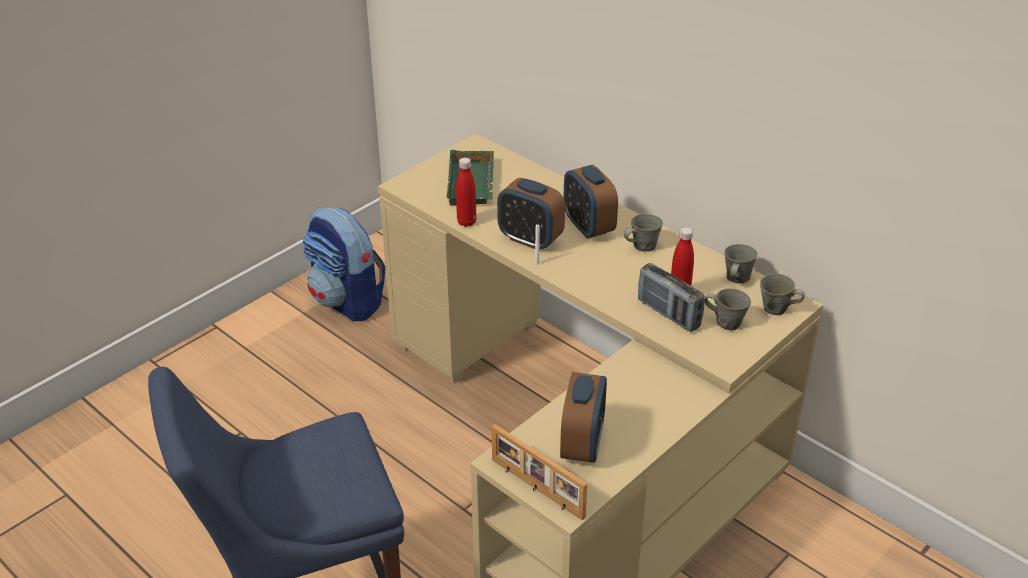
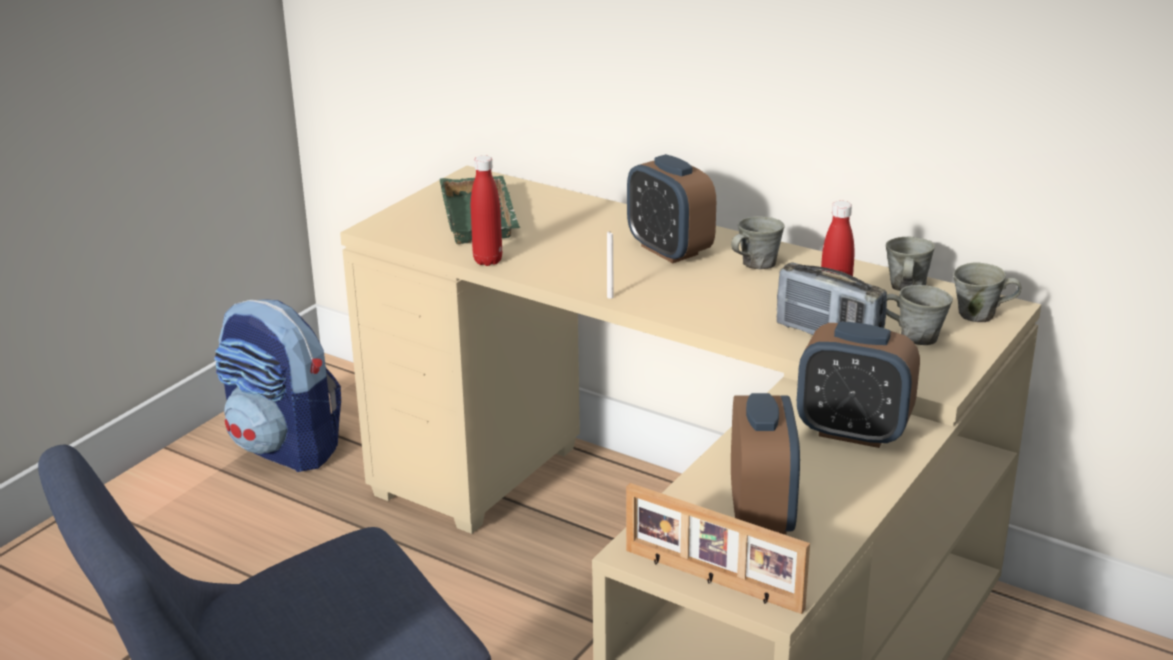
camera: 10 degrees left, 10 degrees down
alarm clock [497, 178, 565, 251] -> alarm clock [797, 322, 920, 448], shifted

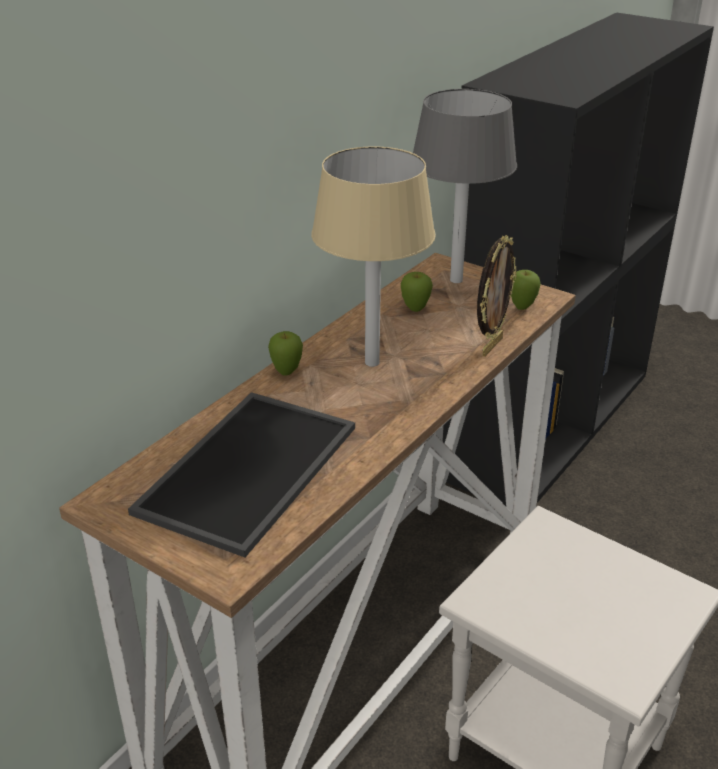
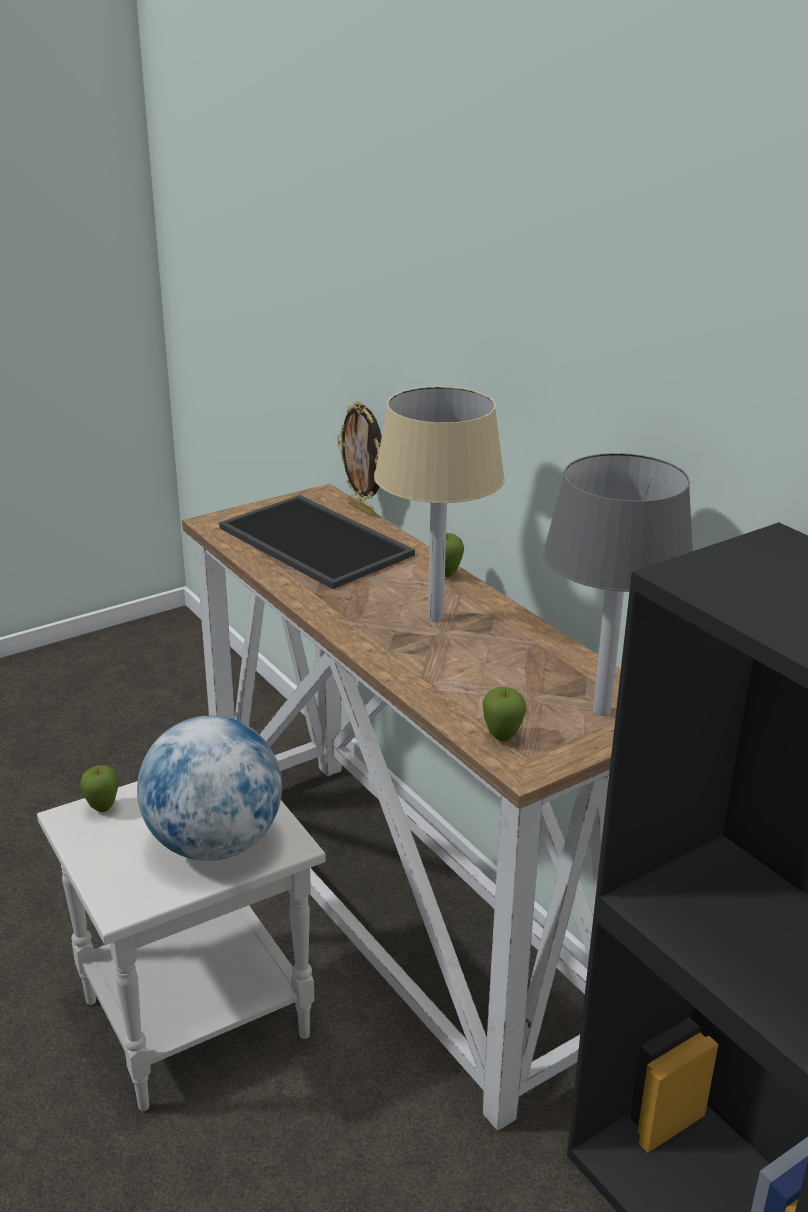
camera: 110 degrees right, 5 degrees down
none -> globe [137, 716, 282, 861]
apple [401, 272, 433, 312] -> apple [80, 765, 118, 812], shifted
picture frame [477, 235, 517, 357] -> picture frame [337, 401, 382, 516], shifted

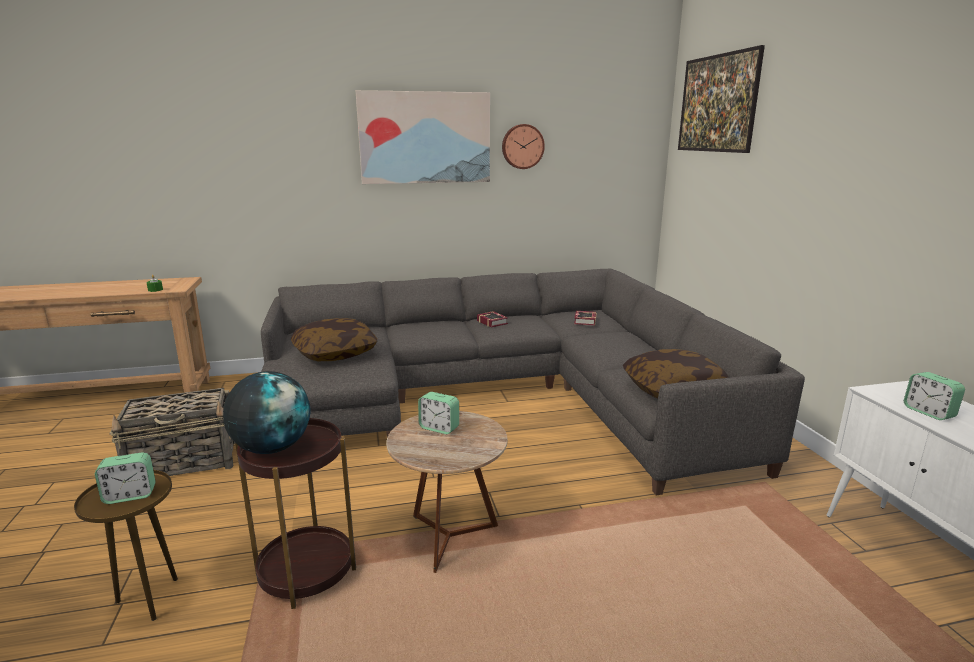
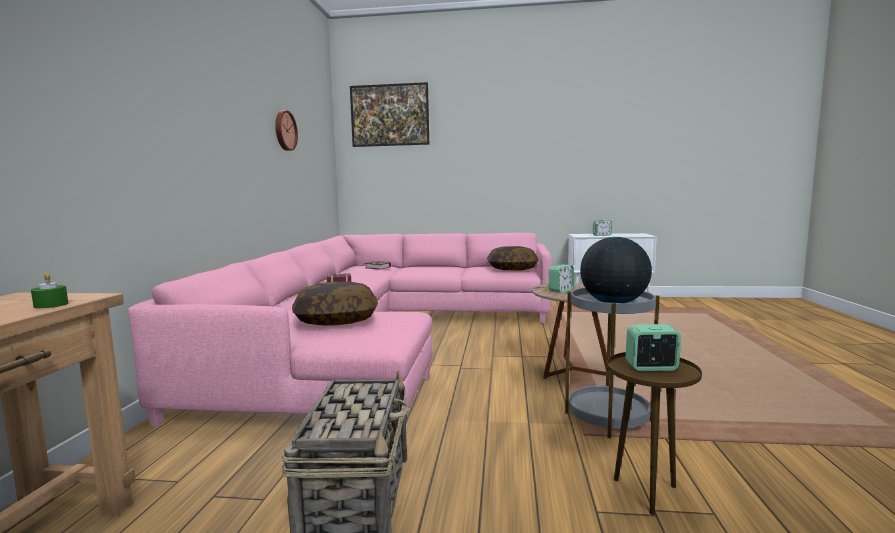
camera: 70 degrees left, 10 degrees down
picture [356, 90, 490, 184] -> none
side table (brown) [235, 418, 356, 609] -> side table (grey) [565, 288, 660, 438]
sofa (grey) [261, 269, 805, 495] -> sofa (pink) [128, 233, 552, 427]
alarm clock [95, 452, 156, 504] -> alarm clock [625, 324, 681, 371], 90 degrees counterclockwise

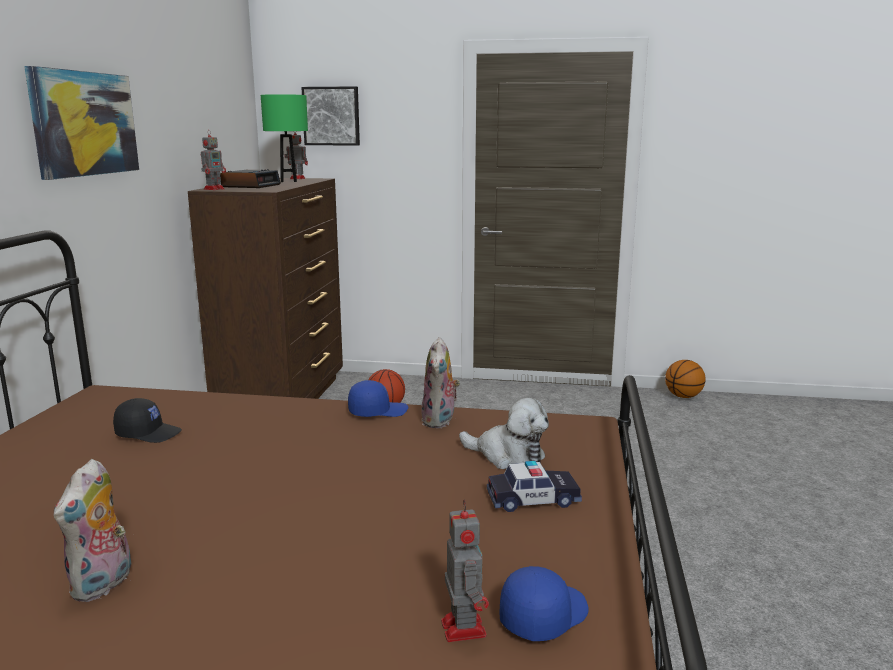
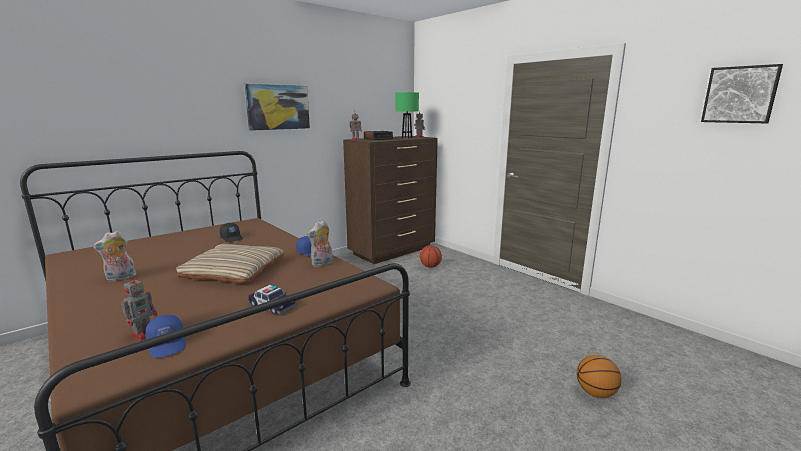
camera: 40 degrees right, 0 degrees up
plush toy [459, 398, 549, 469] -> none
none -> pillow (beige) [176, 244, 285, 283]
picture [301, 86, 360, 145] -> picture [701, 64, 783, 123], shifted
basketball [665, 360, 706, 398] -> basketball [577, 355, 621, 398], shifted
cap (blue) [499, 566, 588, 641] -> cap (blue) [145, 315, 186, 358], 60 degrees clockwise

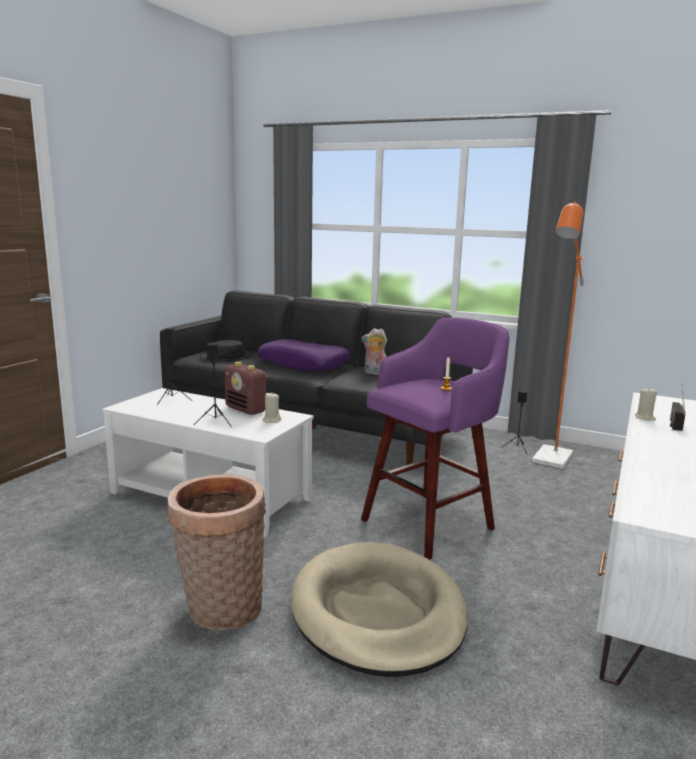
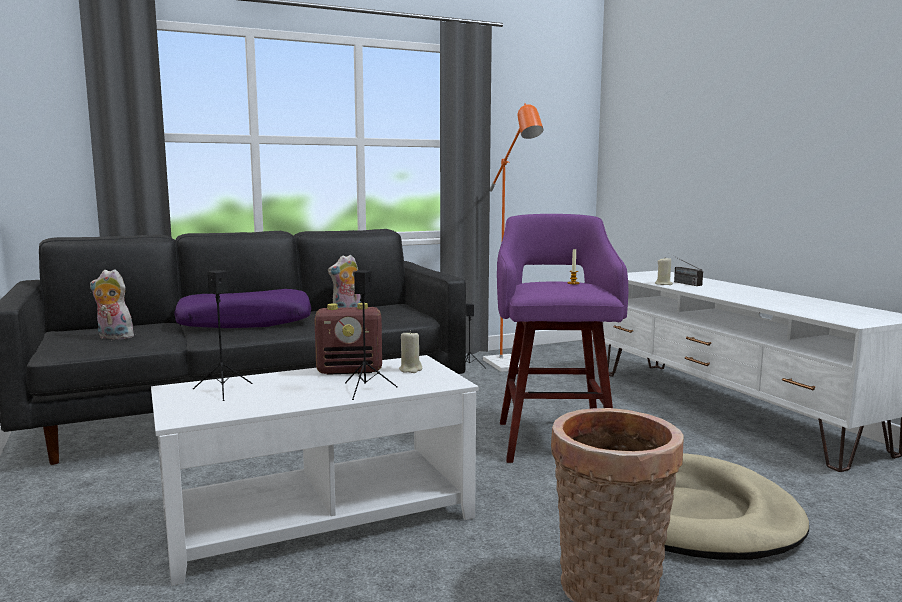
camera: 50 degrees left, 5 degrees down
hat (black) [200, 340, 254, 361] -> plush toy [90, 269, 136, 339]

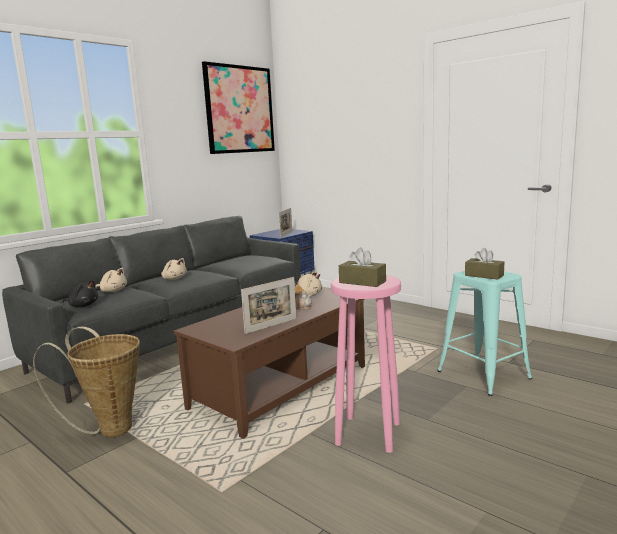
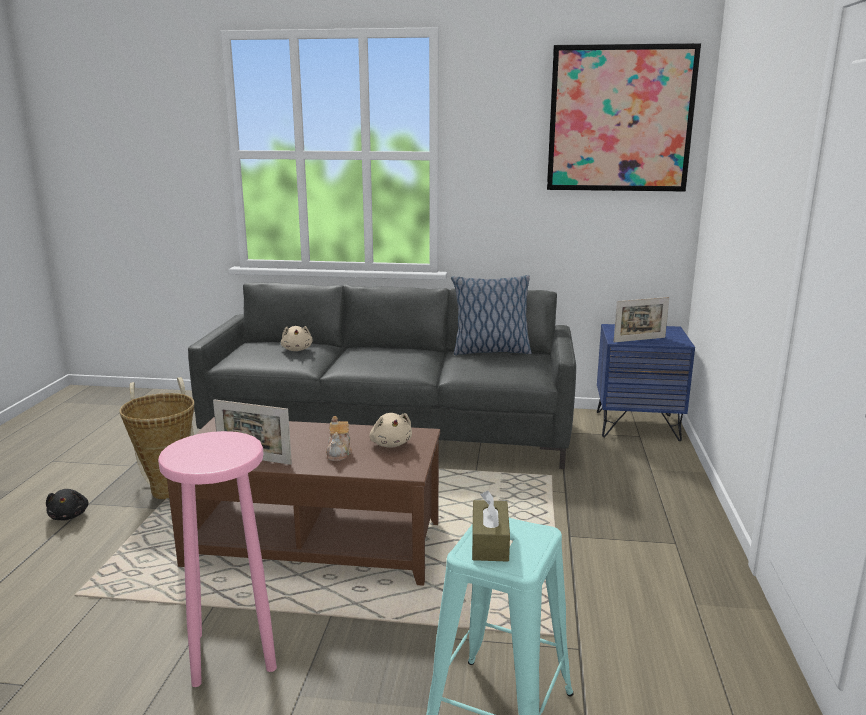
camera: 55 degrees right, 5 degrees up
plush toy (beige) [161, 258, 187, 280] -> none
tissue box (brown) [339, 247, 386, 287] -> none
none -> pillow [451, 275, 532, 355]
plush toy (black) [62, 280, 98, 307] -> plush toy (black) [46, 489, 89, 520], shifted

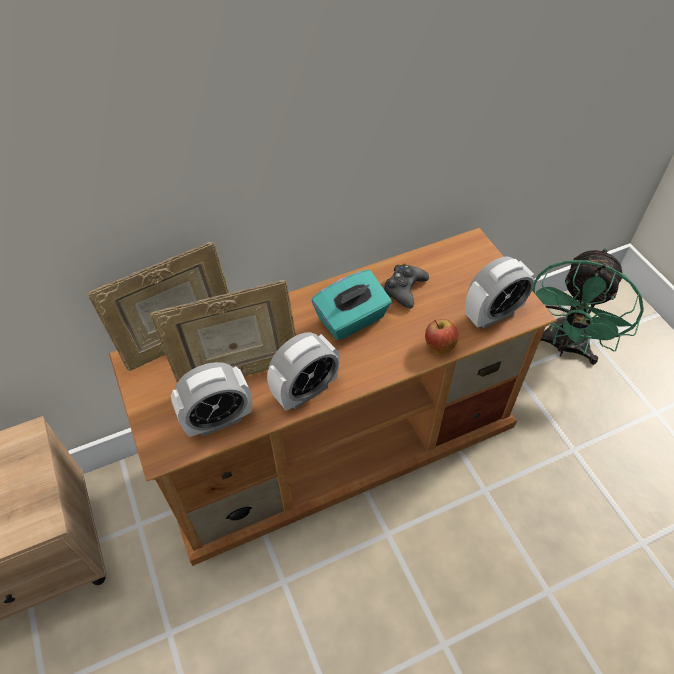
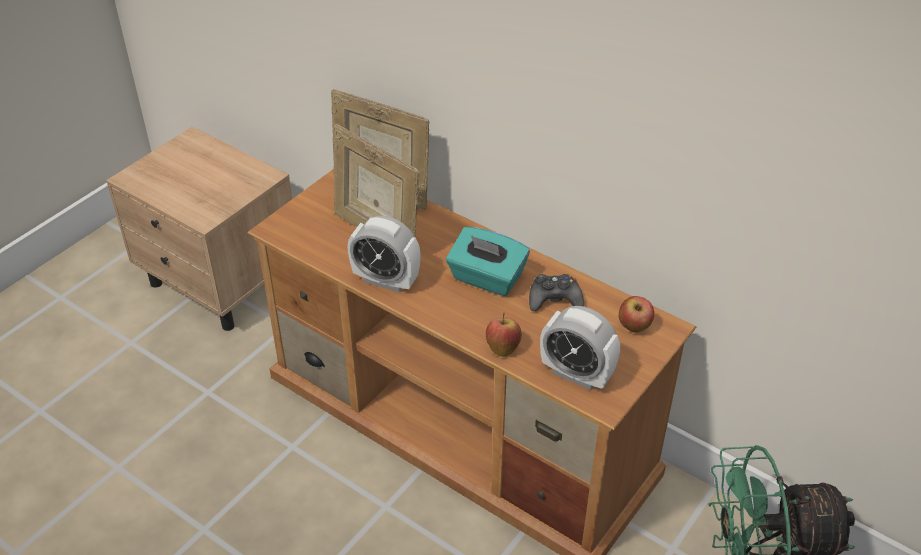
camera: 60 degrees right, 10 degrees down
alarm clock [171, 362, 252, 437] -> none
none -> apple [619, 296, 654, 333]

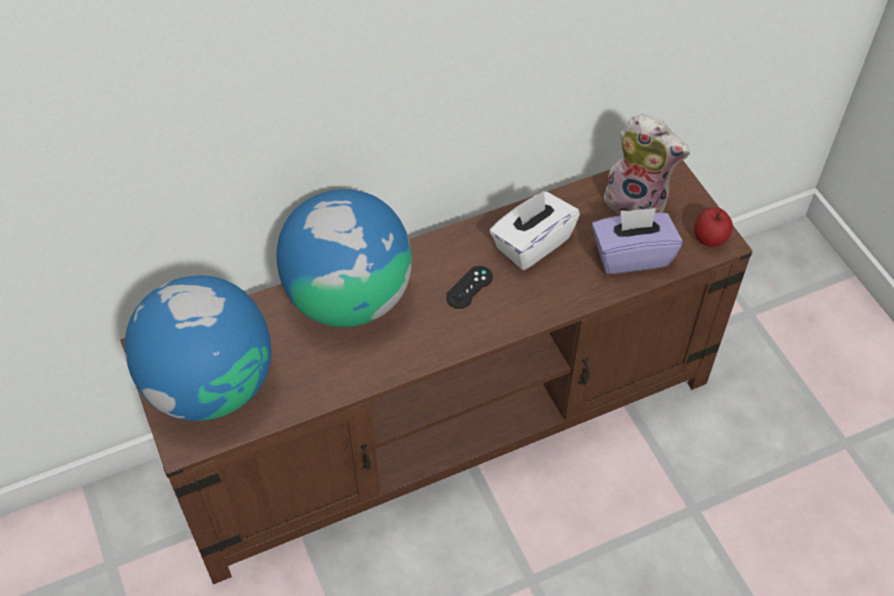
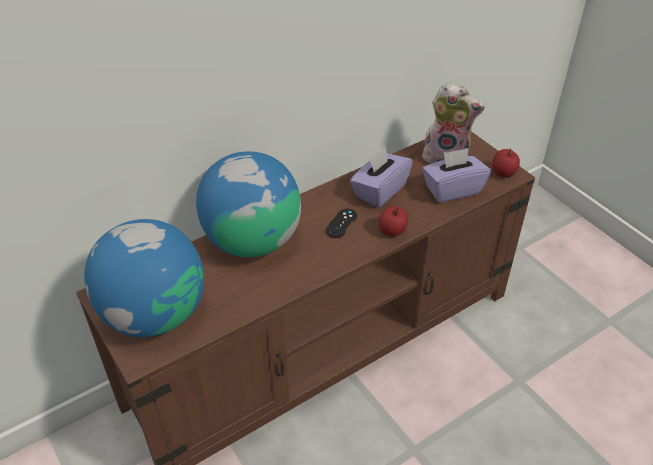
camera: 10 degrees left, 10 degrees down
none -> apple [378, 206, 408, 237]
tissue box (white) [490, 191, 580, 270] -> tissue box (purple) [350, 147, 413, 208]

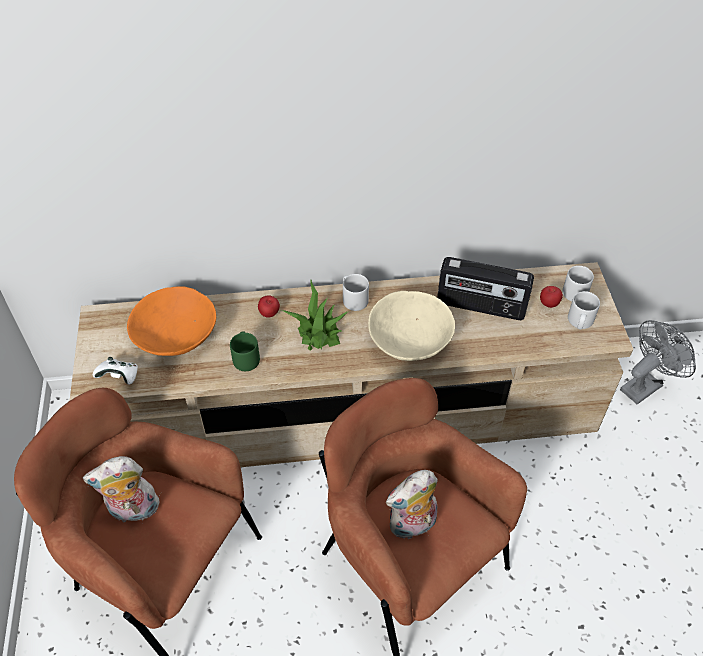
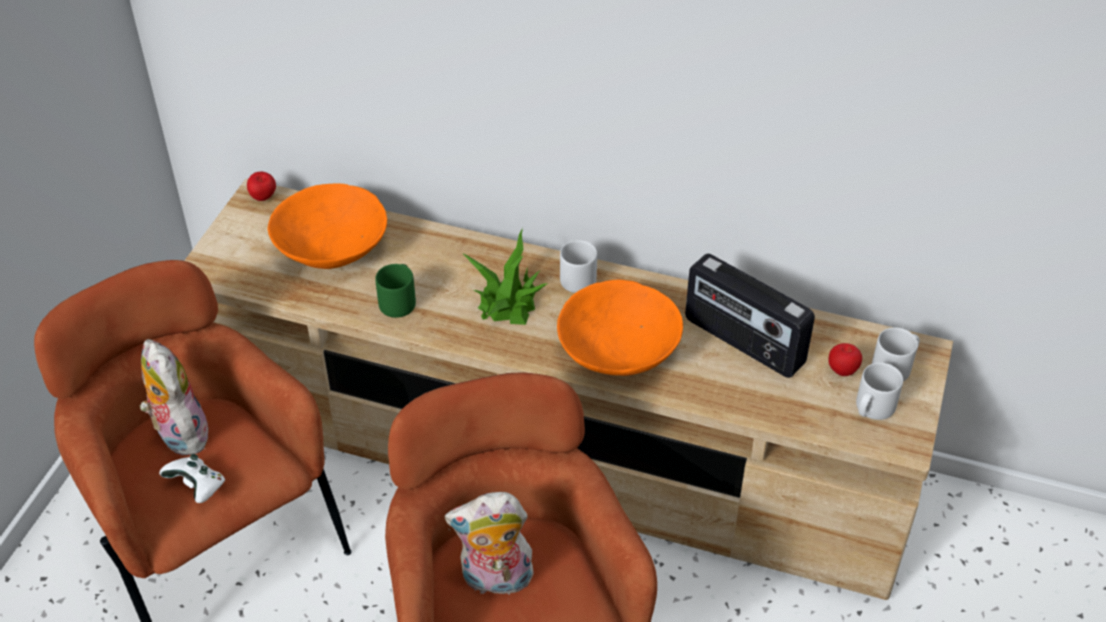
camera: 25 degrees right, 5 degrees down
fan (grey) [620, 320, 696, 404] -> none
game controller (white) [93, 357, 138, 385] -> game controller (white) [159, 454, 225, 503], shifted
apple [258, 295, 280, 318] -> apple [247, 172, 276, 201], shifted
bowl (beige) [368, 291, 455, 361] -> bowl (orange) [557, 280, 683, 376]
plush toy [83, 456, 160, 522] -> plush toy [140, 339, 211, 456], 45 degrees clockwise

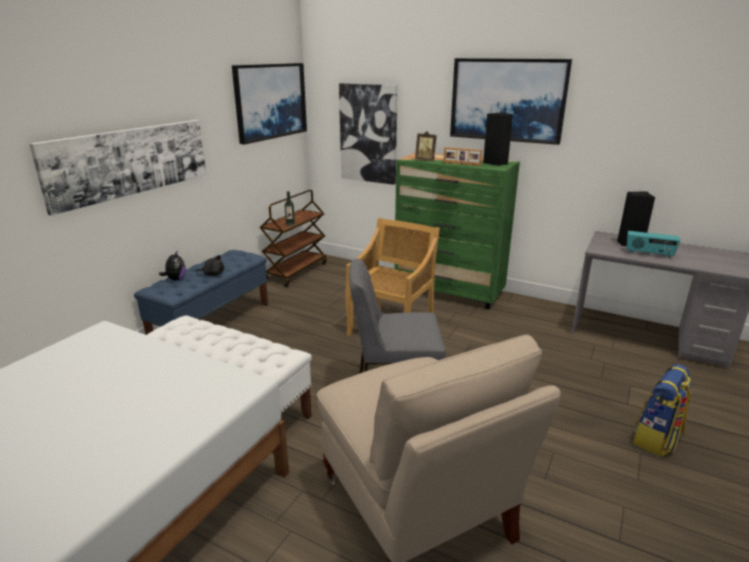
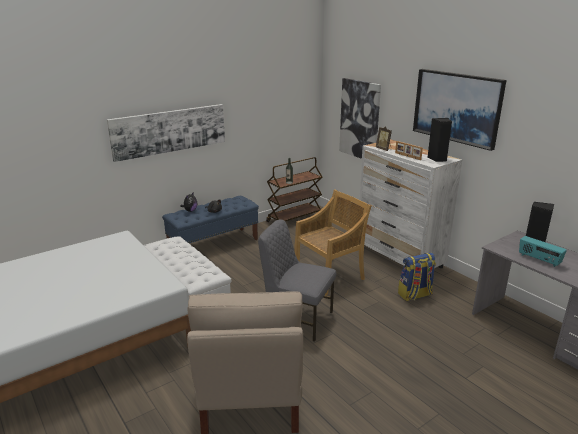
camera: 25 degrees right, 0 degrees up
picture [232, 63, 307, 145] -> none
backpack [633, 364, 691, 457] -> backpack [398, 253, 436, 301], shifted
dresser (green) [394, 153, 520, 309] -> dresser (white) [359, 139, 462, 268]

